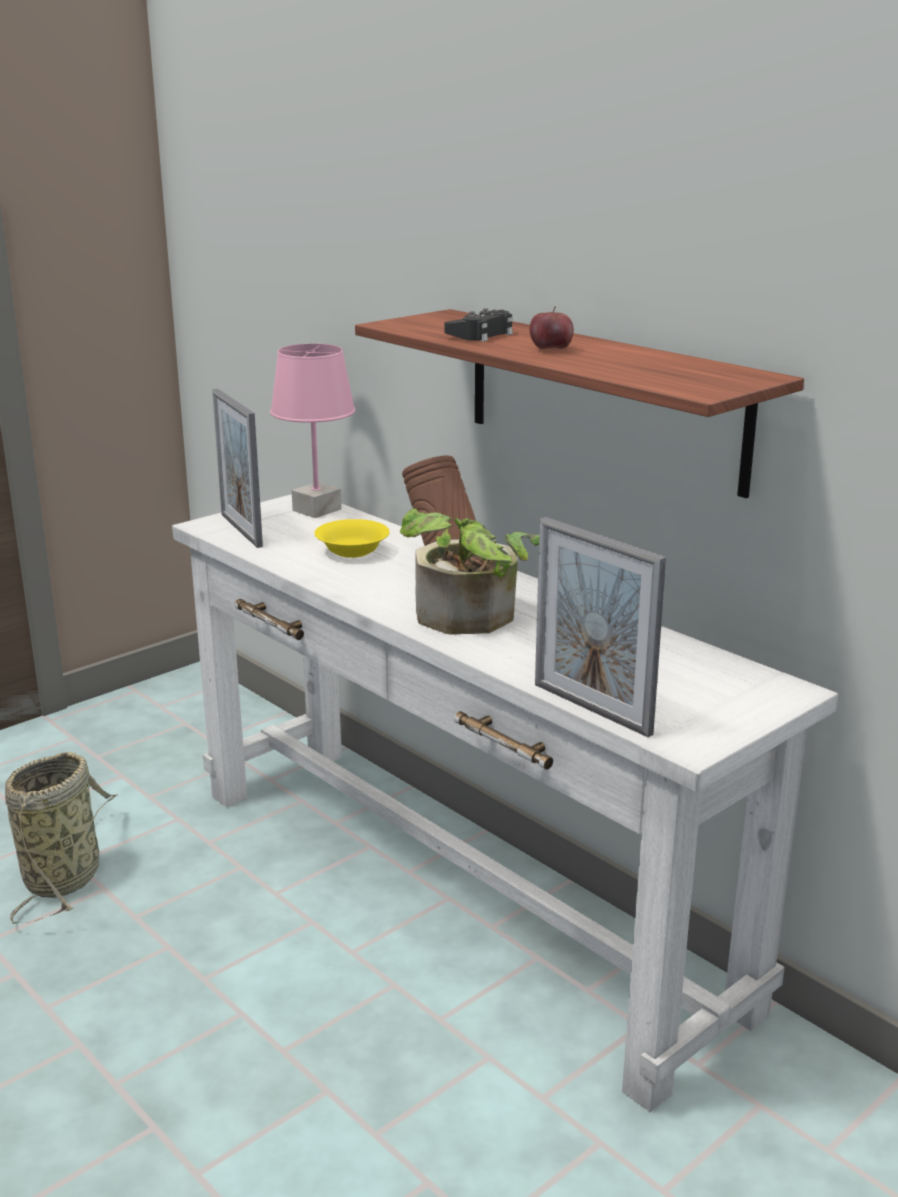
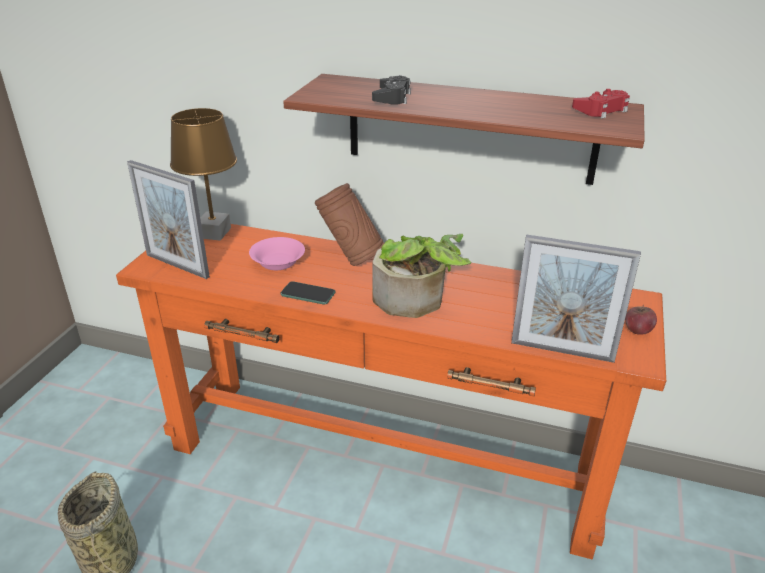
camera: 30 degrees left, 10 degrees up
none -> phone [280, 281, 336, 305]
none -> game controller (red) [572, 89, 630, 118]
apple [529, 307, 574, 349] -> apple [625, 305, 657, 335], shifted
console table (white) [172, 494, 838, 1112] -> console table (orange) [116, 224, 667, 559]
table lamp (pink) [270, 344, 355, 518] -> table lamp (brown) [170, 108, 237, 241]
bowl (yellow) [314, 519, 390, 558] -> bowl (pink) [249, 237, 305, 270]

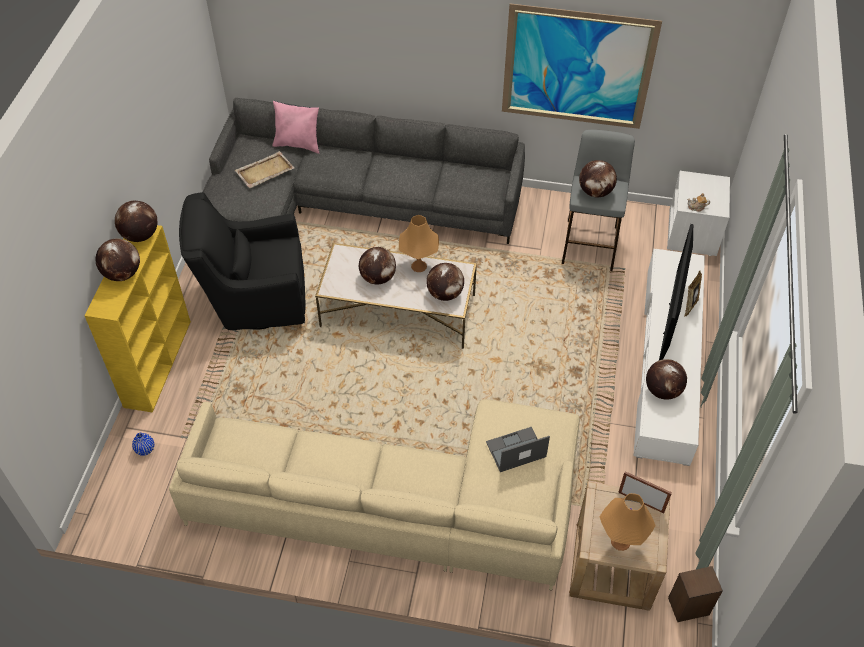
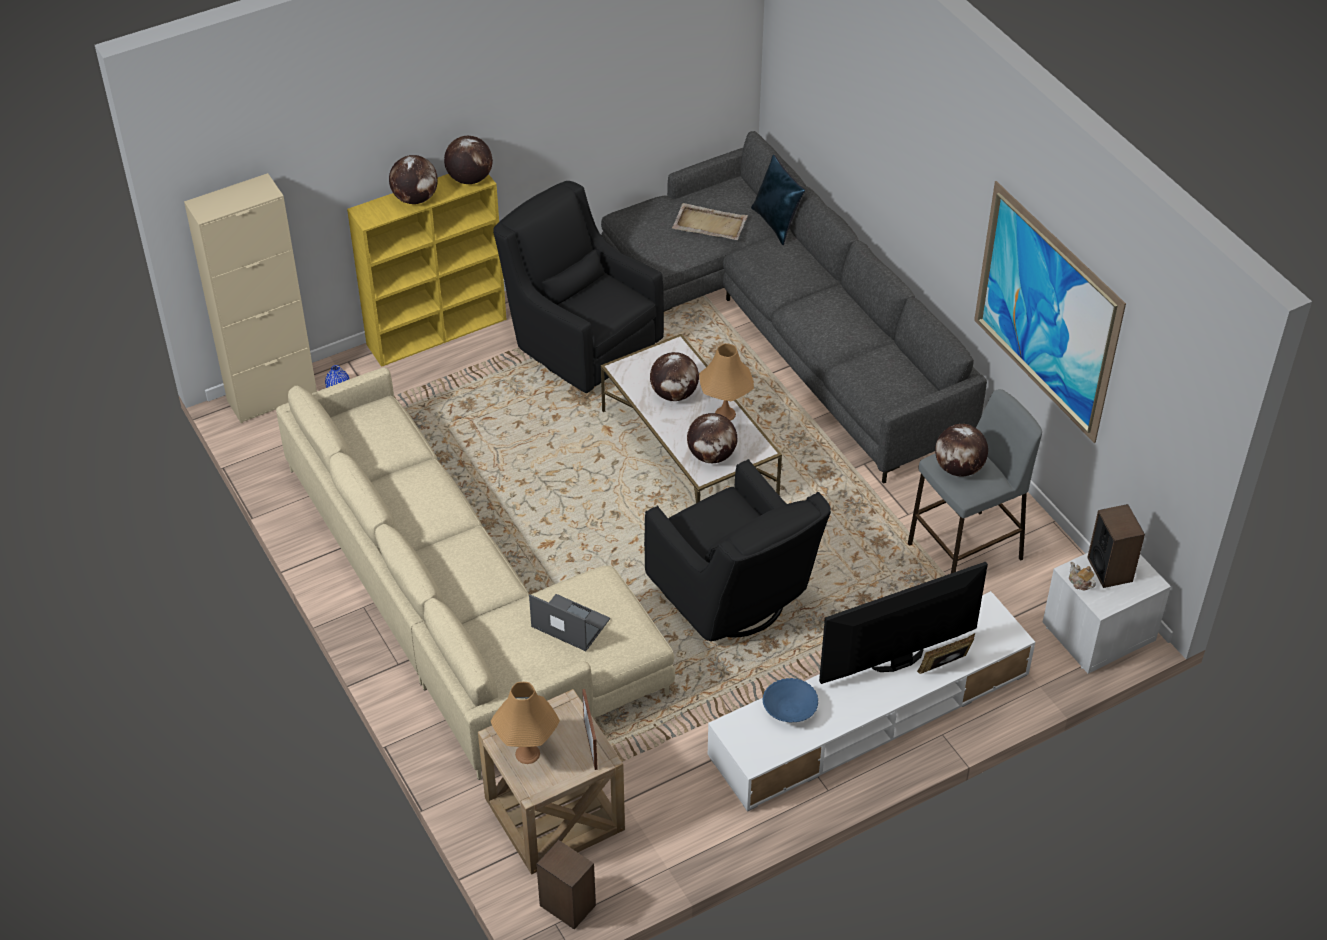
camera: 50 degrees right, 5 degrees down
none -> cabinet (beige) [184, 173, 317, 423]
none -> armchair (black) [644, 459, 831, 642]
none -> speaker [1087, 504, 1145, 588]
globe [646, 359, 687, 400] -> bowl (blue) [763, 678, 818, 722]
pillow (pink) [272, 101, 320, 154] -> pillow (blue) [751, 155, 805, 245]

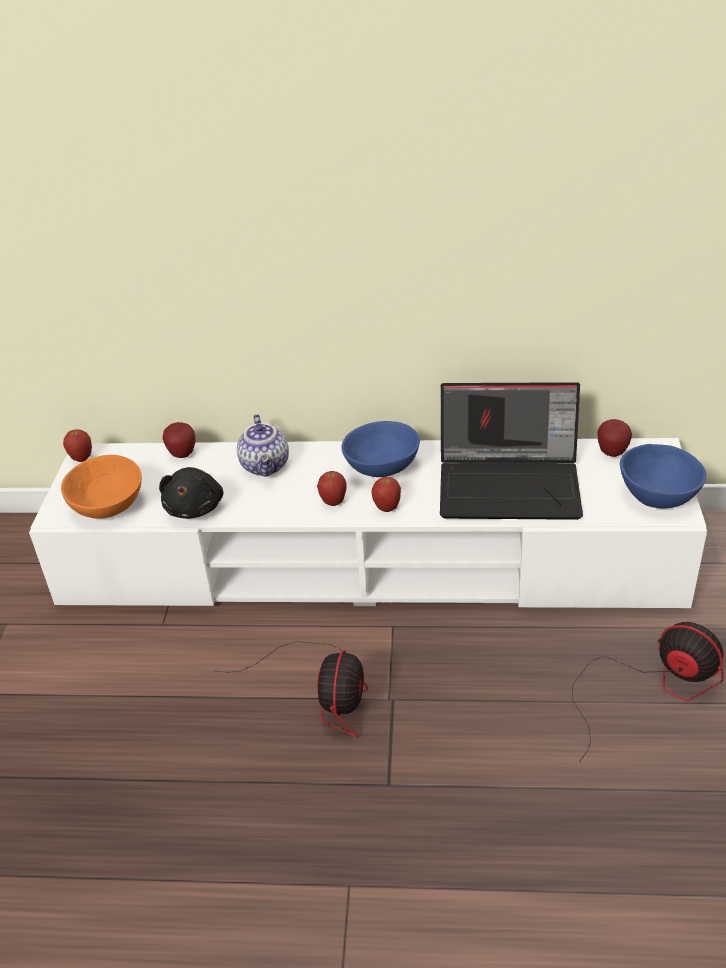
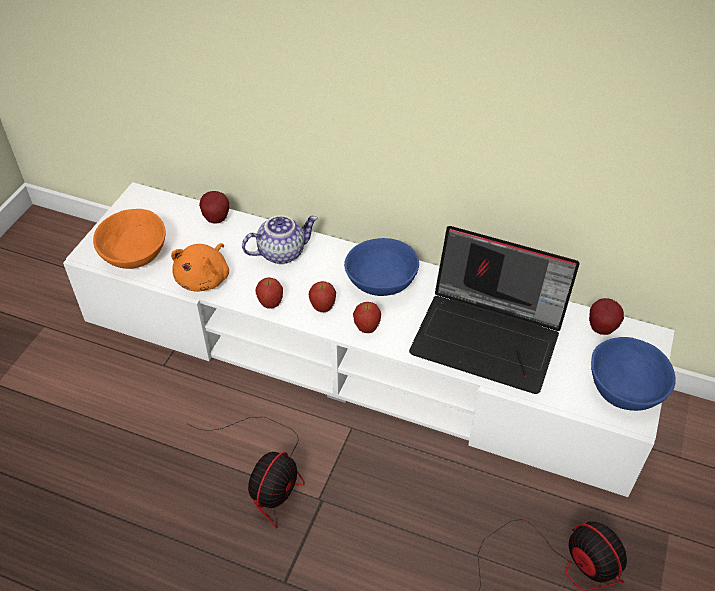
camera: 15 degrees right, 10 degrees up
apple [63, 429, 92, 462] -> apple [256, 278, 283, 309], shifted
plush toy (black) [159, 467, 223, 519] -> plush toy (orange) [171, 243, 229, 292]
teapot [237, 414, 289, 477] -> teapot [242, 215, 318, 264], 120 degrees counterclockwise

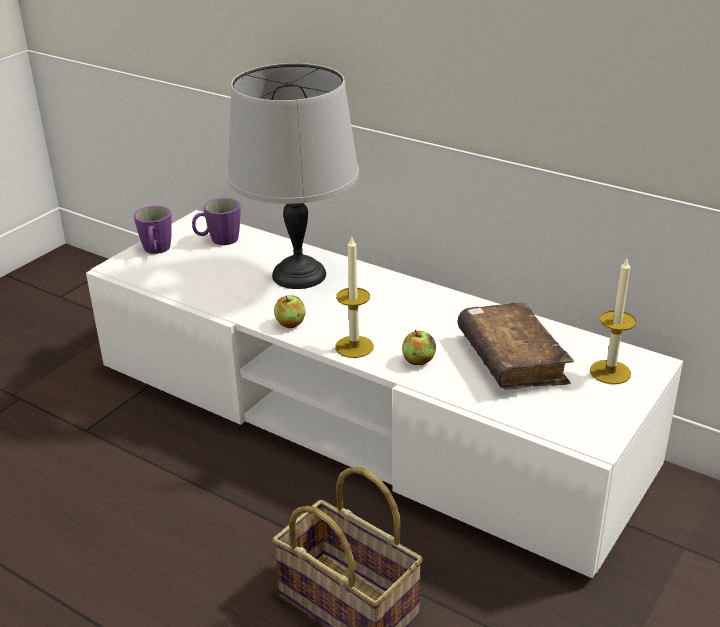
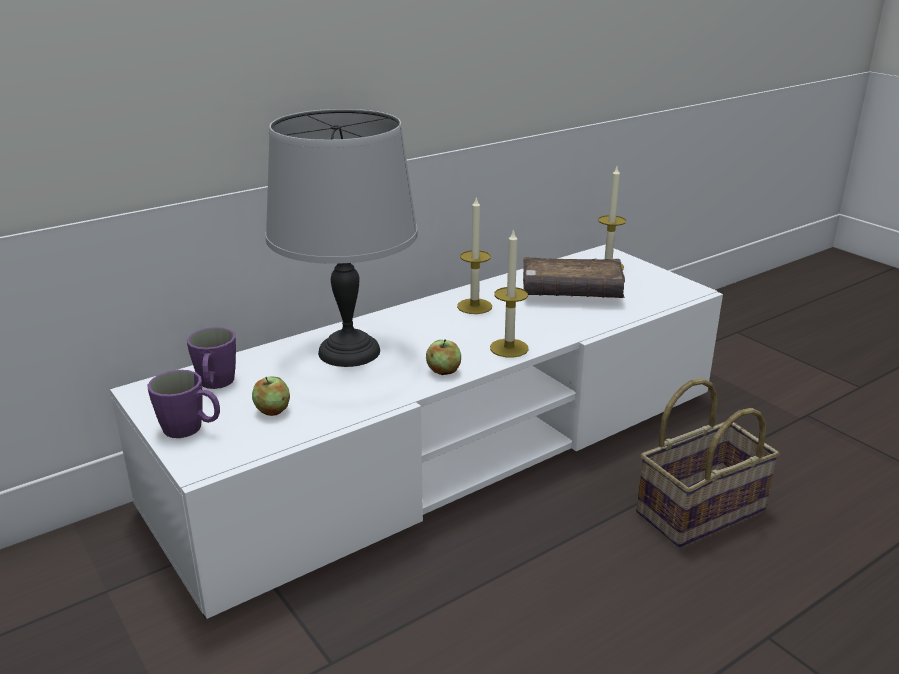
camera: 70 degrees left, 5 degrees down
none -> candle [457, 196, 492, 314]
apple [402, 330, 436, 365] -> apple [252, 376, 290, 416], shifted

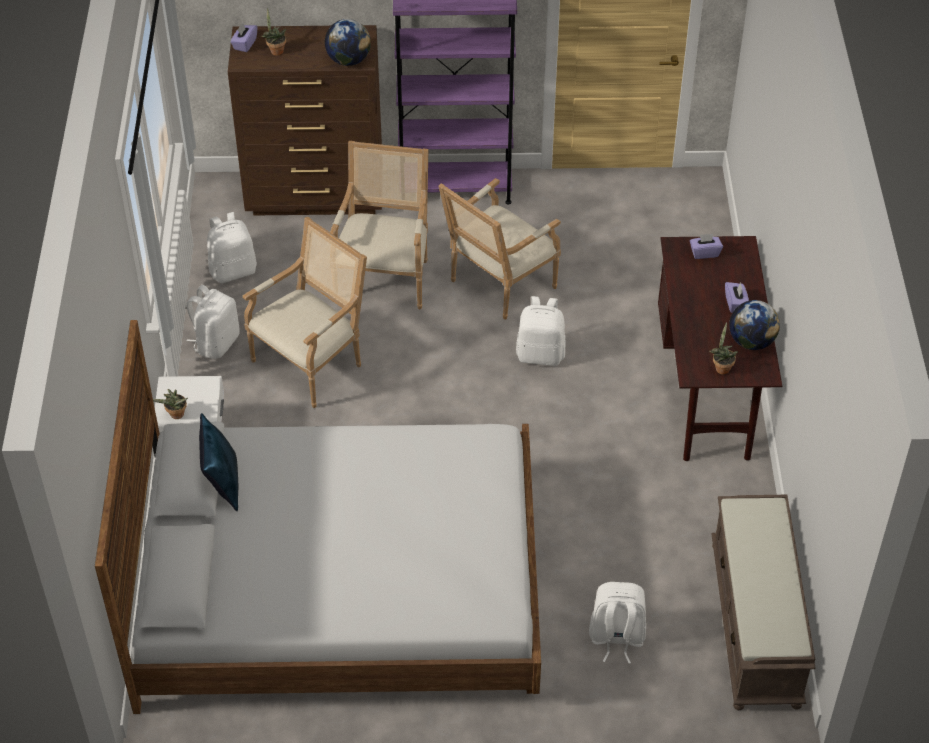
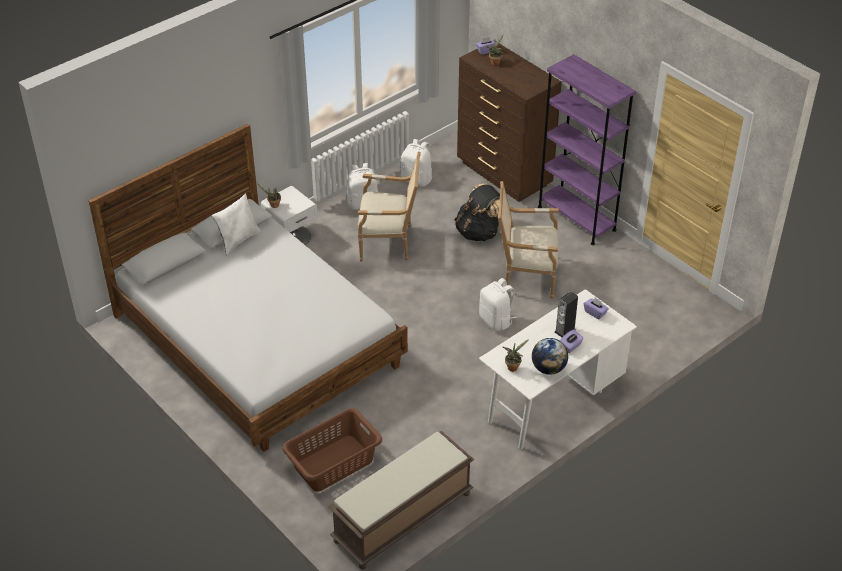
camera: 50 degrees right, 5 degrees down
globe [325, 19, 371, 66] -> none
none -> speaker [555, 291, 578, 337]
armchair [330, 141, 429, 310] -> backpack (black) [455, 183, 500, 241]
backpack (white) [589, 582, 646, 663] -> laundry basket (brown) [282, 408, 382, 492]
pillow (blue) [199, 413, 238, 511] -> pillow (white) [212, 193, 261, 255]
desk (brown) [658, 236, 782, 461] -> desk (white) [479, 289, 637, 449]

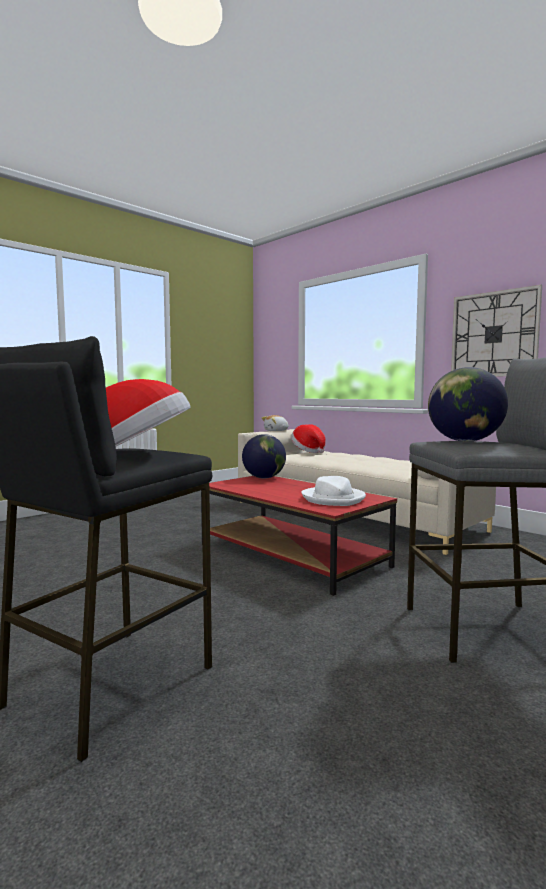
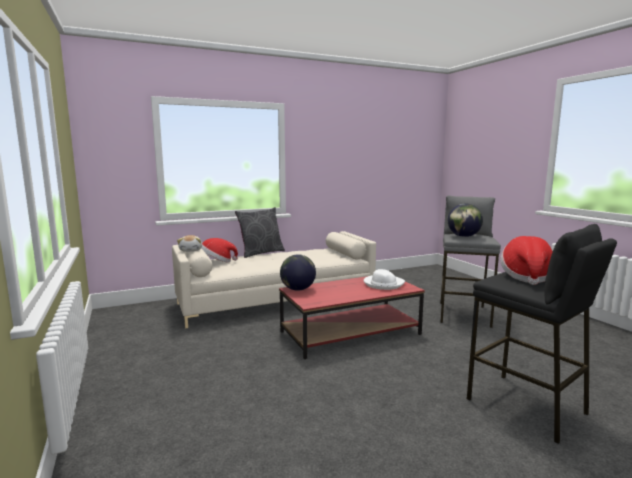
camera: 70 degrees left, 5 degrees up
wall clock [451, 285, 542, 377] -> none
none -> pillow (grey) [235, 207, 285, 258]

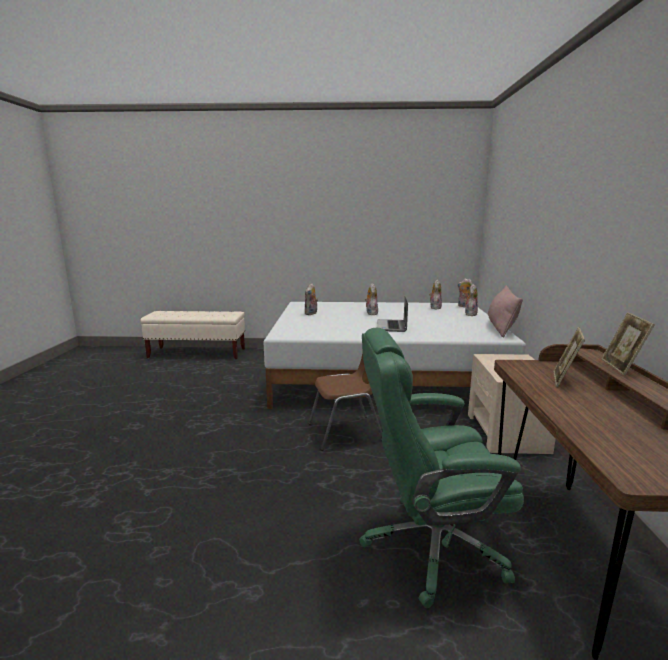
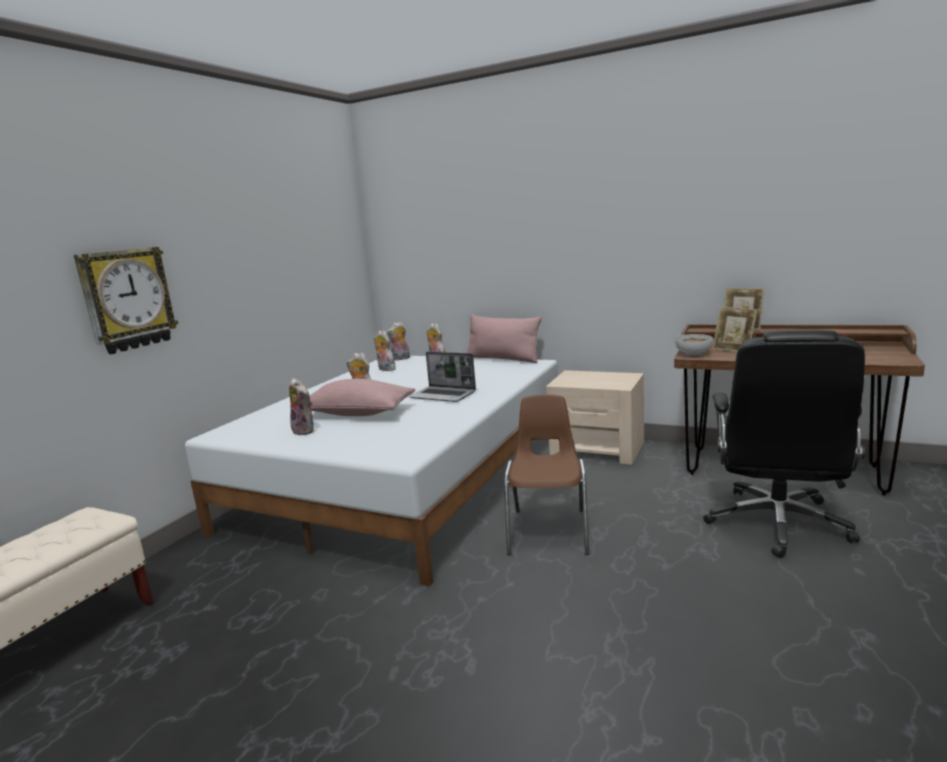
camera: 65 degrees left, 0 degrees up
none -> wall clock [74, 247, 178, 354]
none -> pillow (pink) [309, 379, 415, 416]
none -> bowl [675, 334, 713, 356]
office chair (green) [359, 327, 524, 608] -> office chair (black) [703, 330, 865, 558]

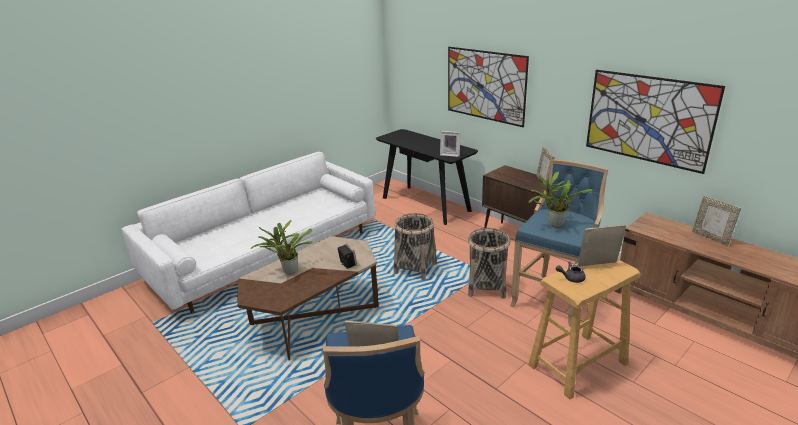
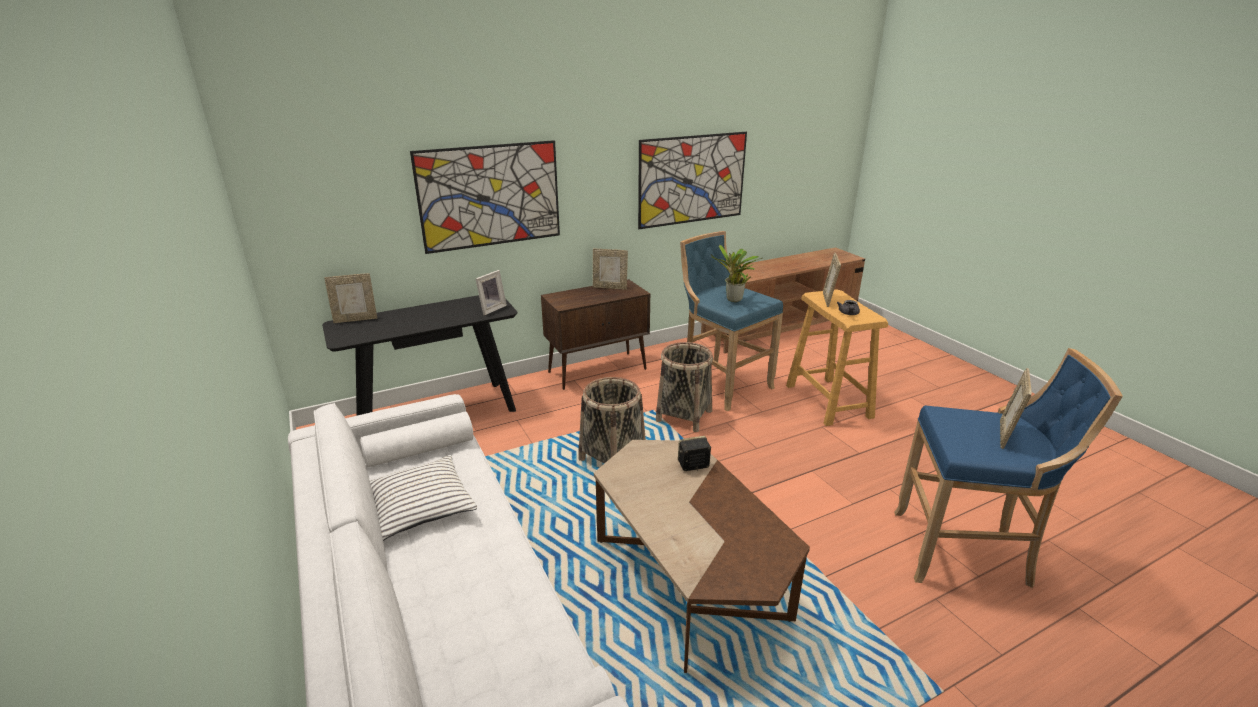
camera: 75 degrees left, 0 degrees up
potted plant [251, 220, 313, 275] -> none
none -> pillow (white) [370, 455, 477, 541]
picture frame [692, 196, 741, 246] -> picture frame [324, 273, 377, 323], shifted

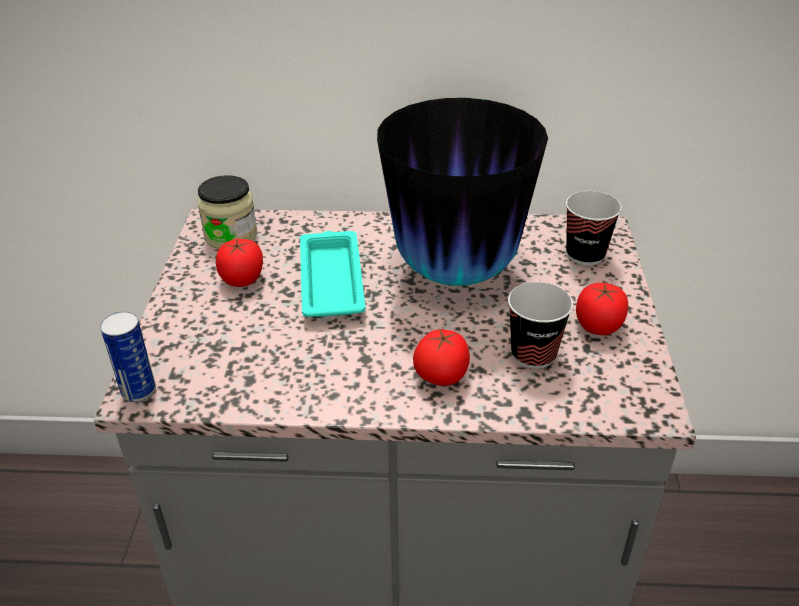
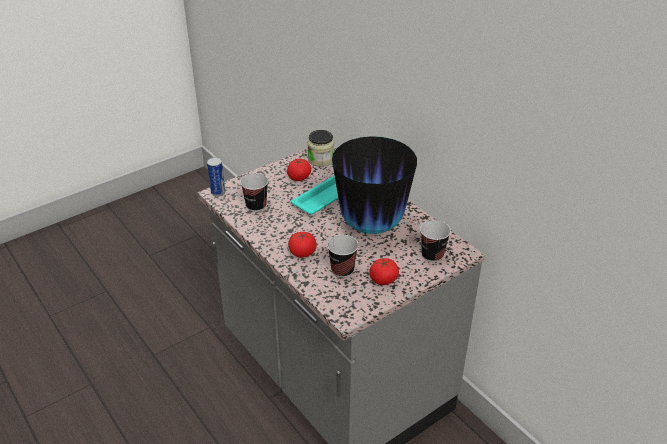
camera: 50 degrees right, 0 degrees up
none -> cup [240, 173, 268, 212]

